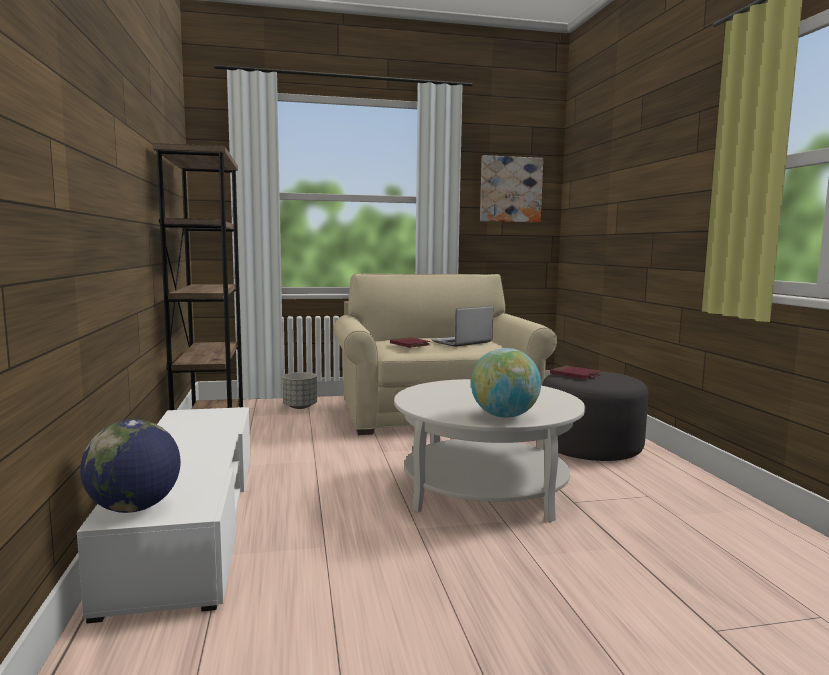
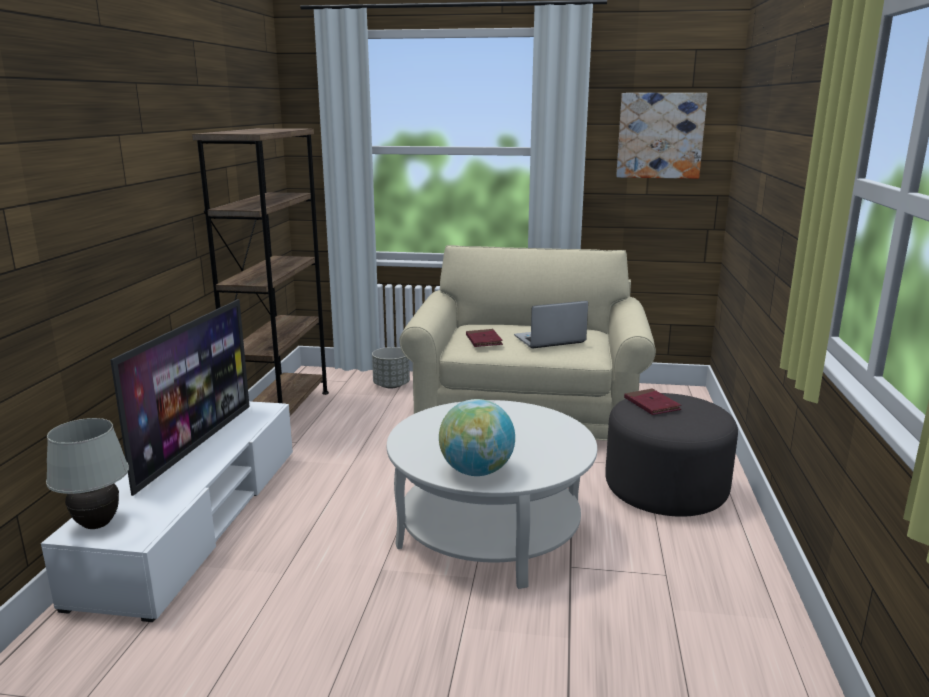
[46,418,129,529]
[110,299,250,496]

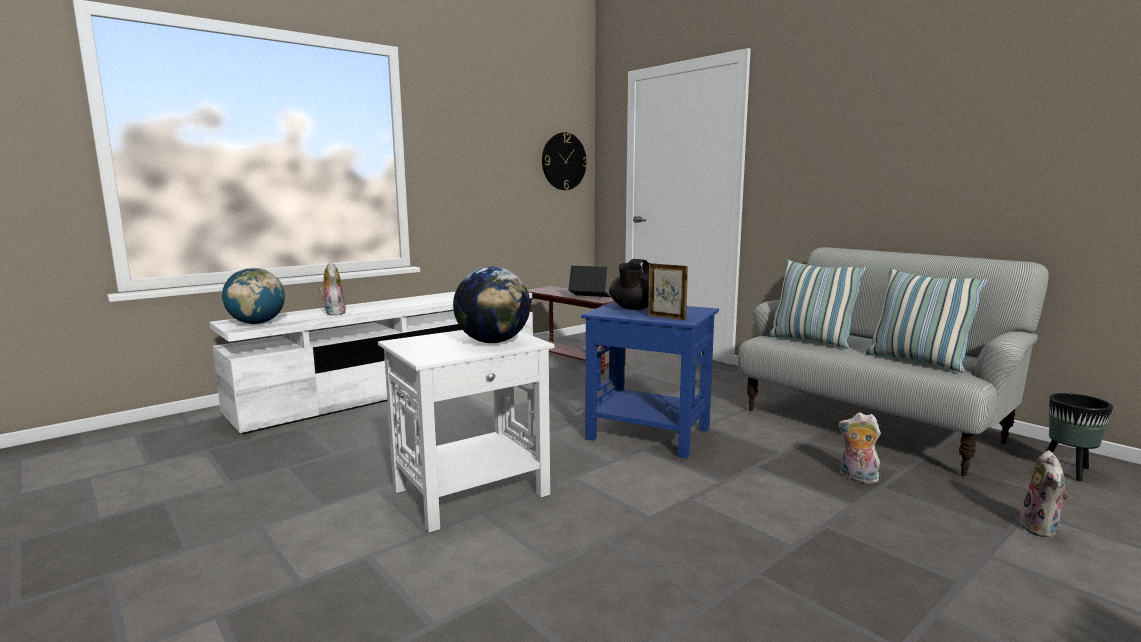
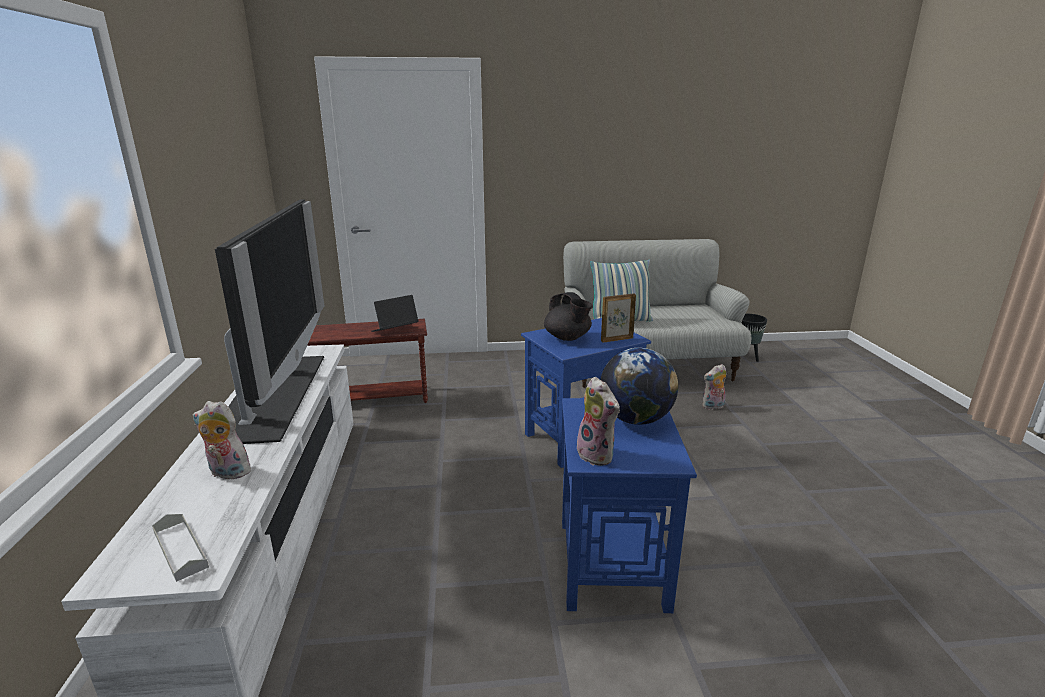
[152,514,209,582]
[562,398,697,613]
[542,132,587,190] (first image)
[866,268,988,372] (first image)
[577,377,620,465]
[215,200,324,444]

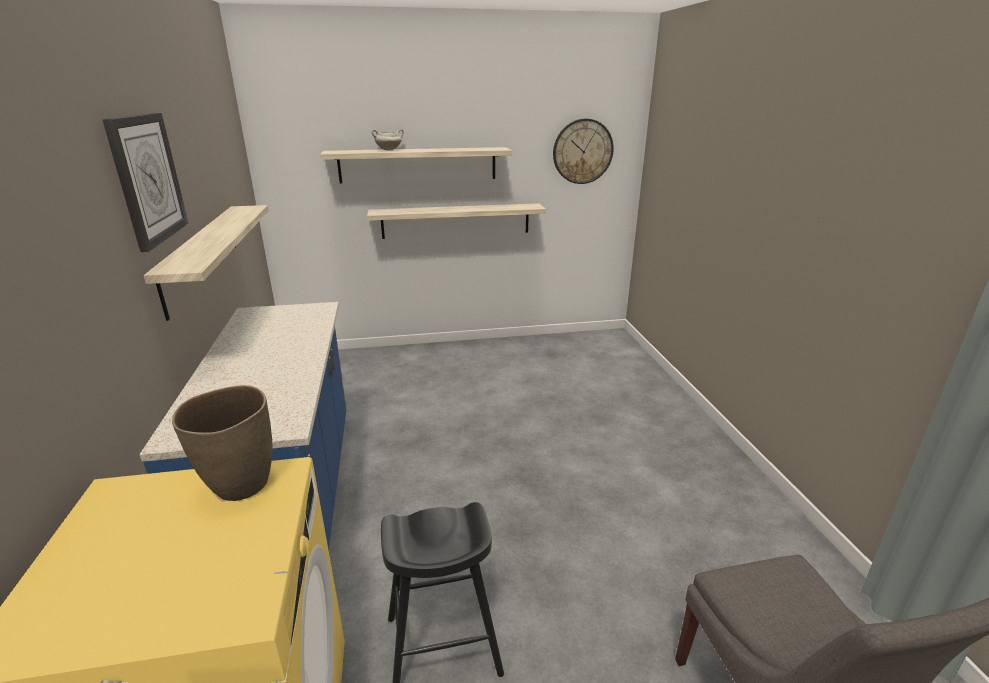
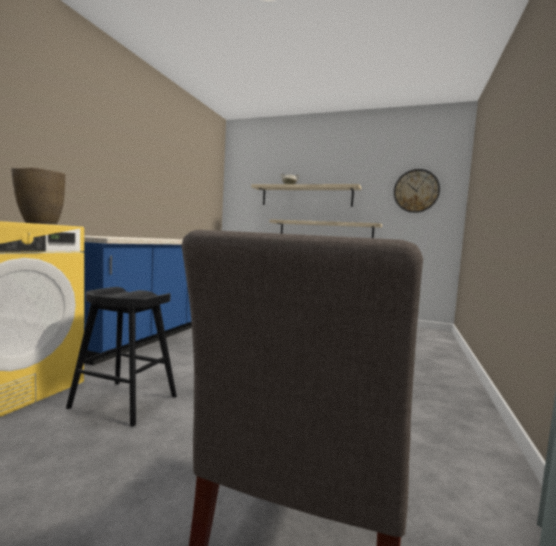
[103,113,189,252] (first image)
[144,205,269,321] (first image)

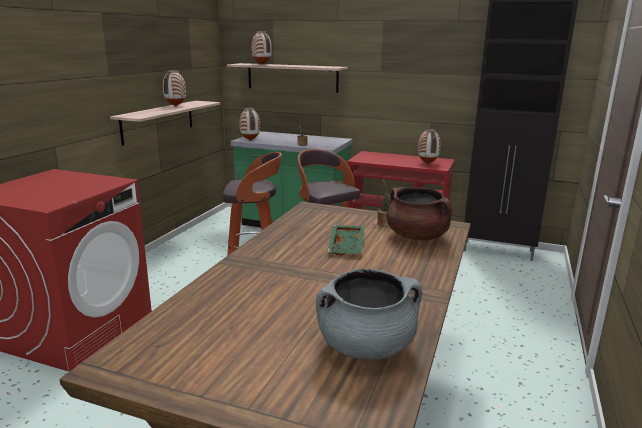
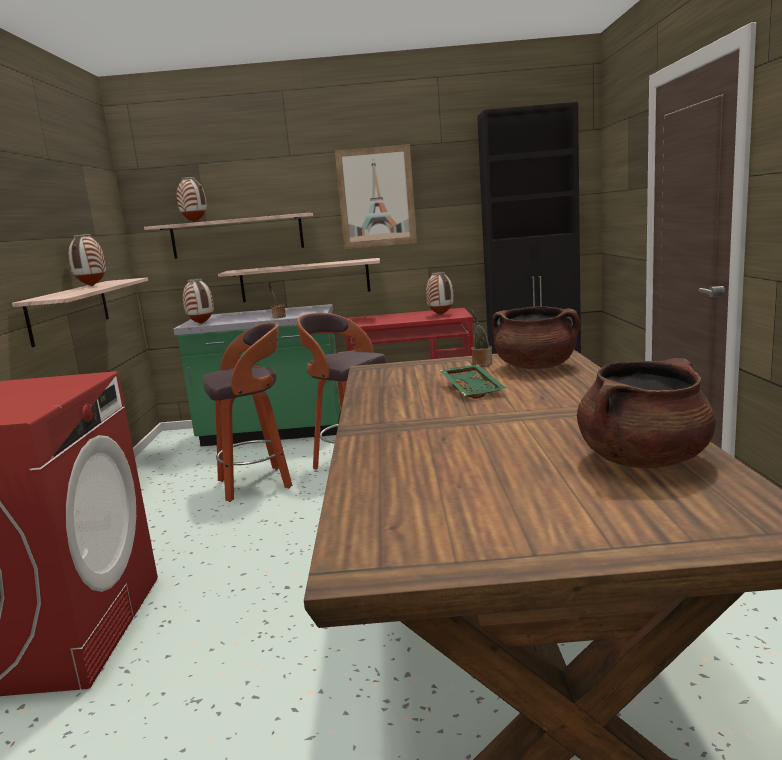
[577,358,716,468]
[218,258,380,302]
[335,144,417,249]

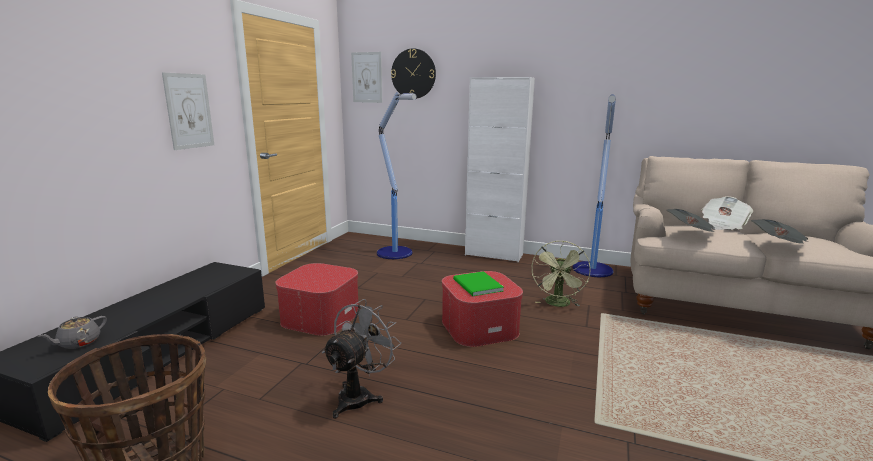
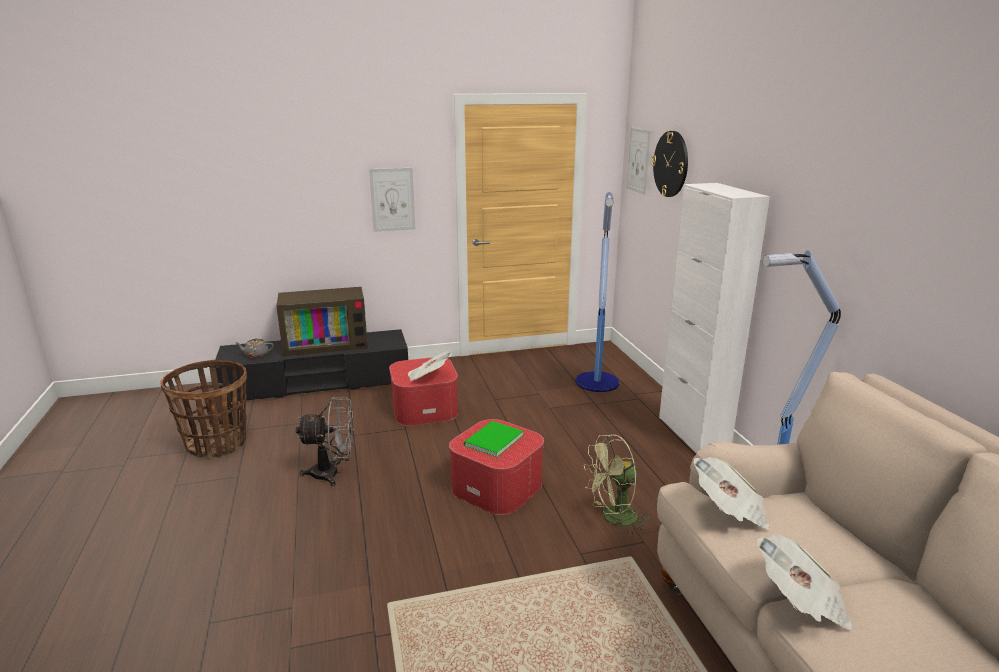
[408,351,452,381]
[276,287,368,356]

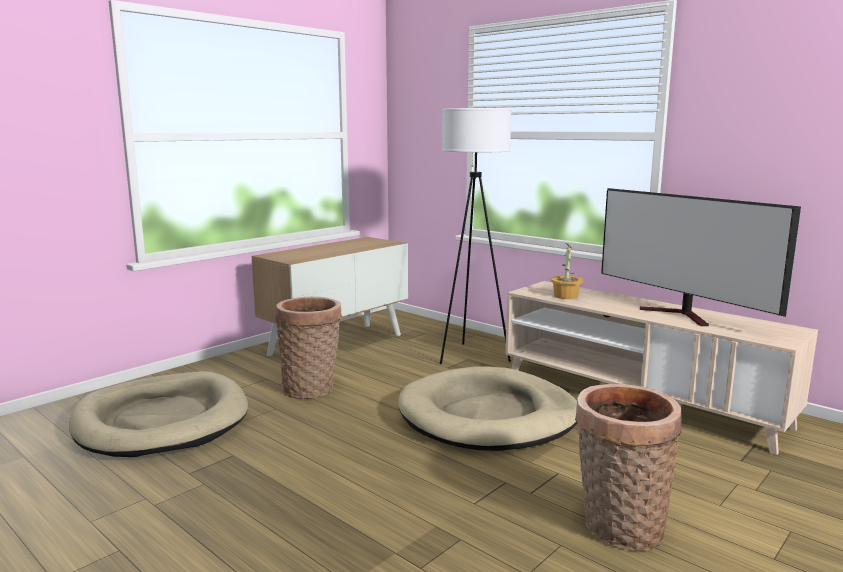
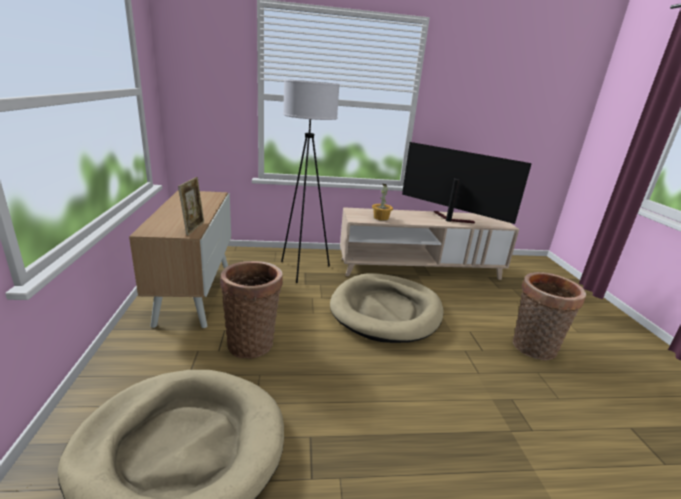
[402,142,532,224]
[178,177,204,236]

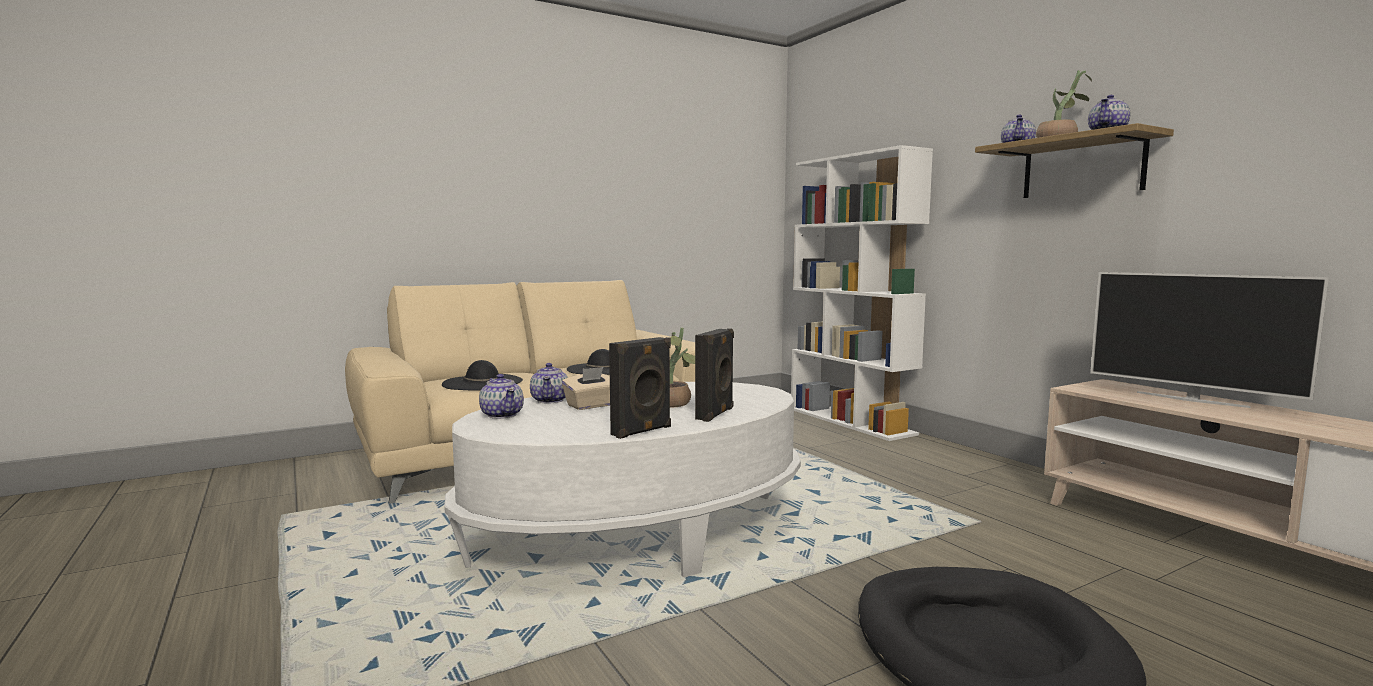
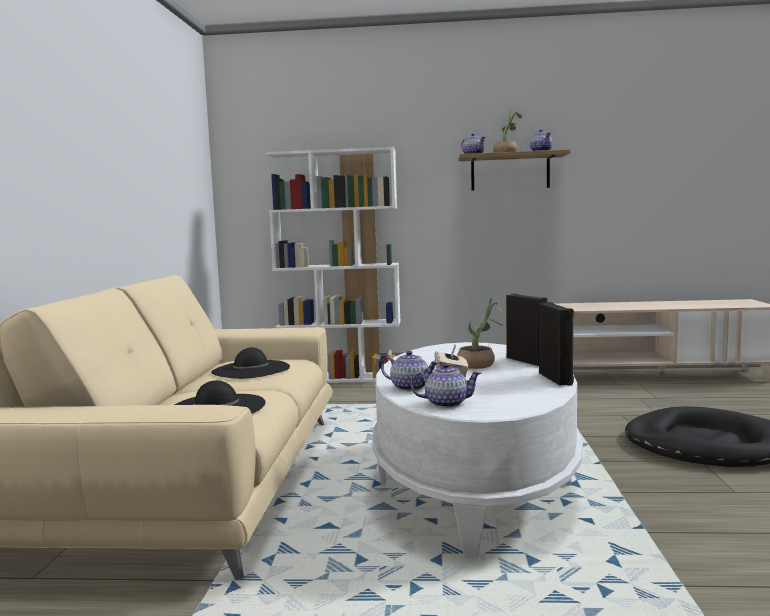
[1090,272,1329,408] (first image)

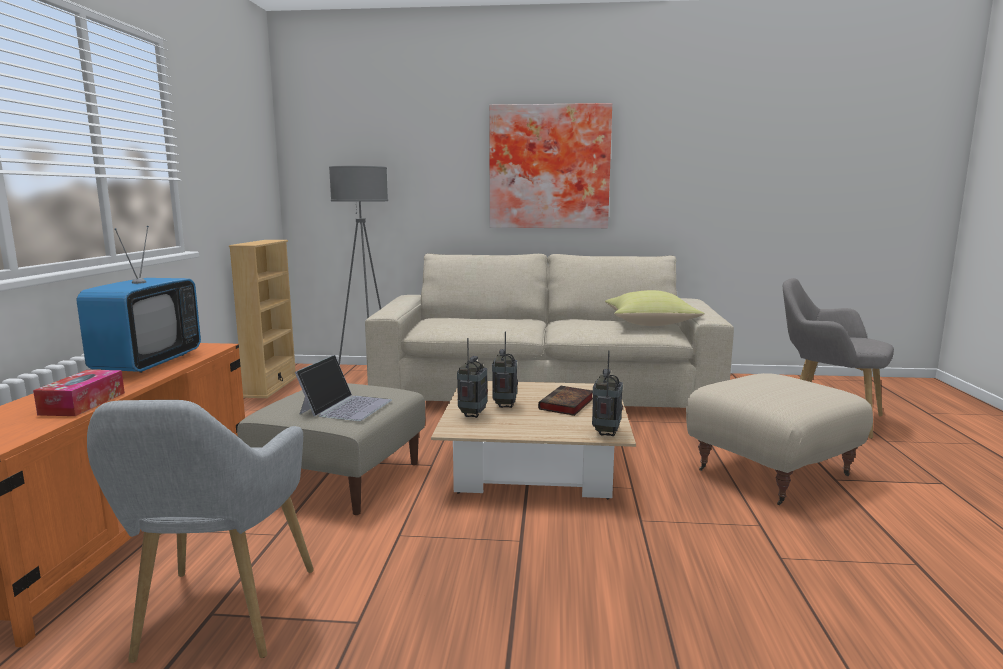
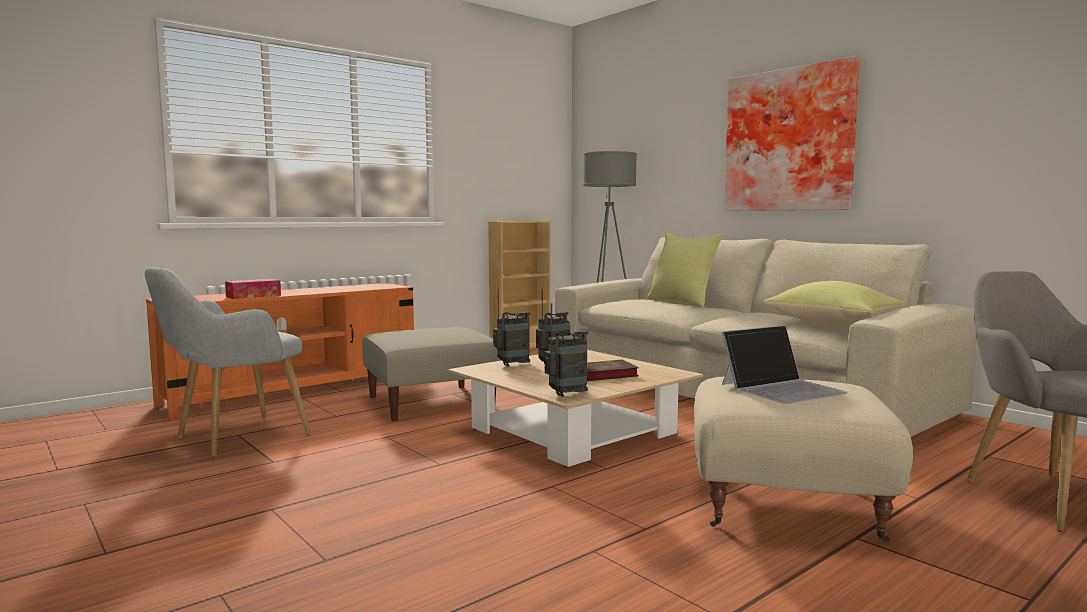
[76,226,201,373] (first image)
[722,325,848,404]
[647,232,723,308]

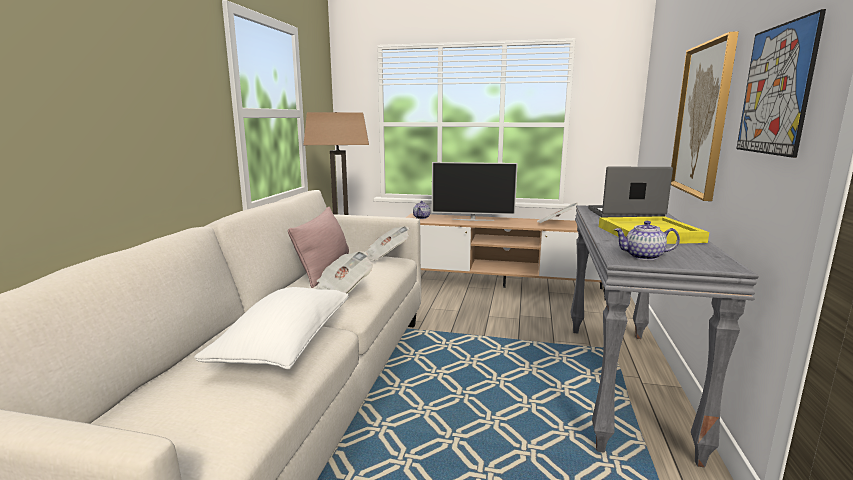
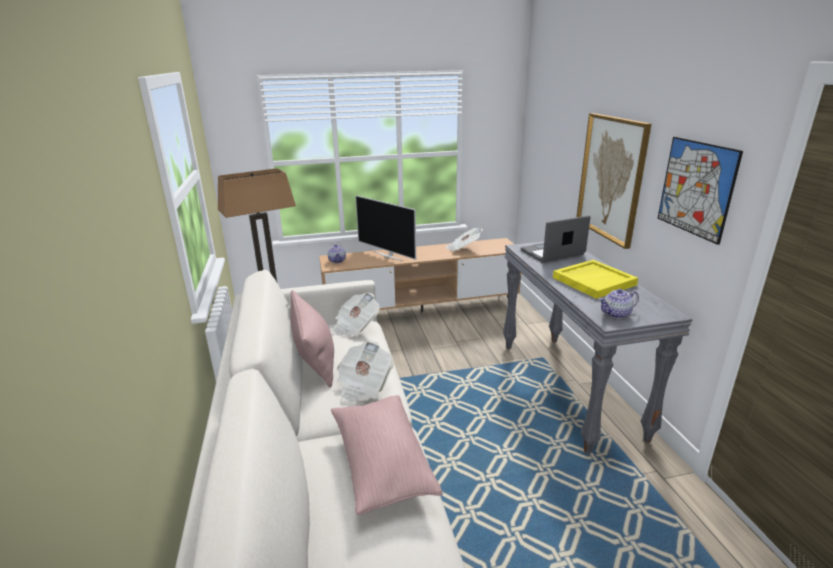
[331,395,443,515]
[355,195,416,261]

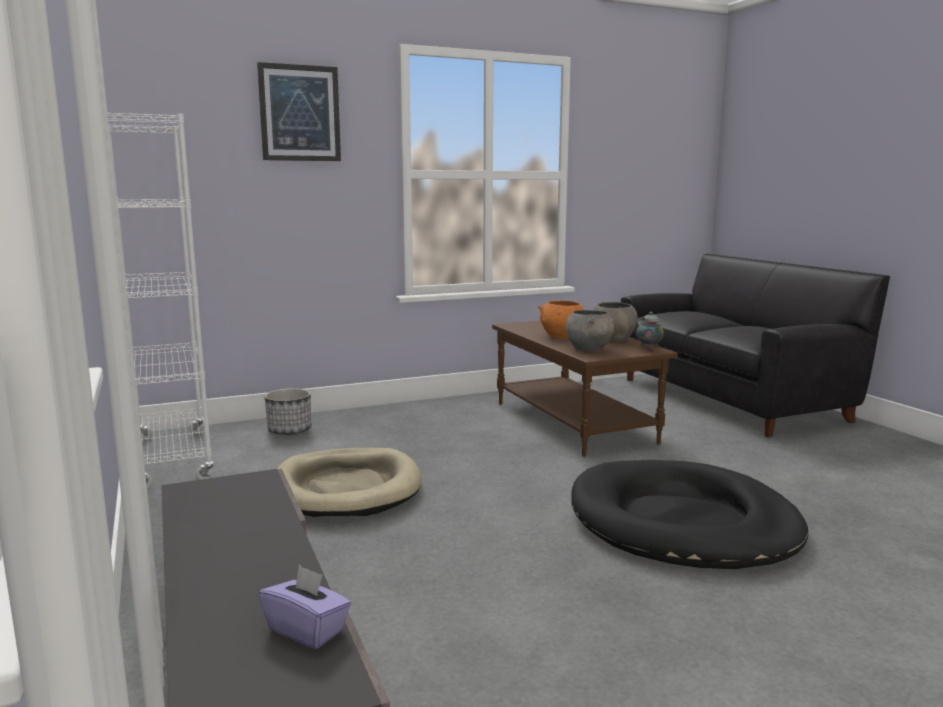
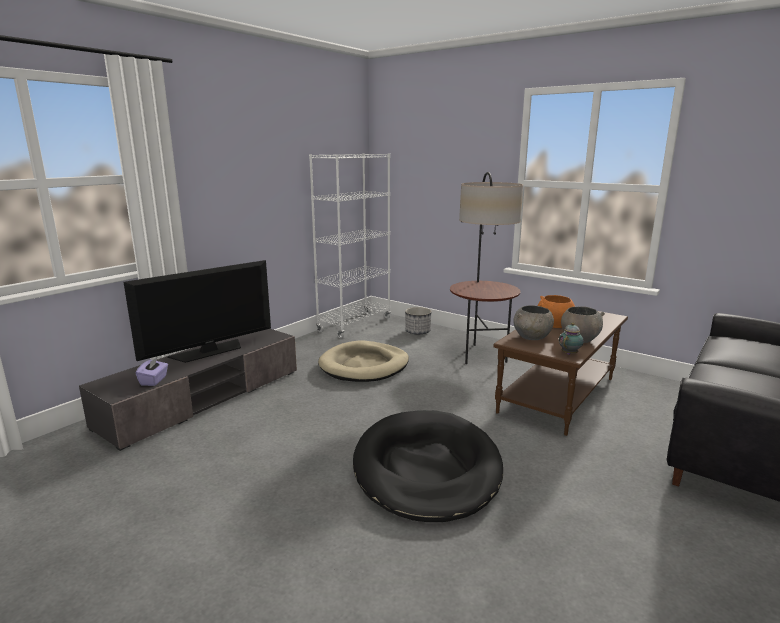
[257,62,341,161] (first image)
[123,260,271,363]
[450,172,523,364]

